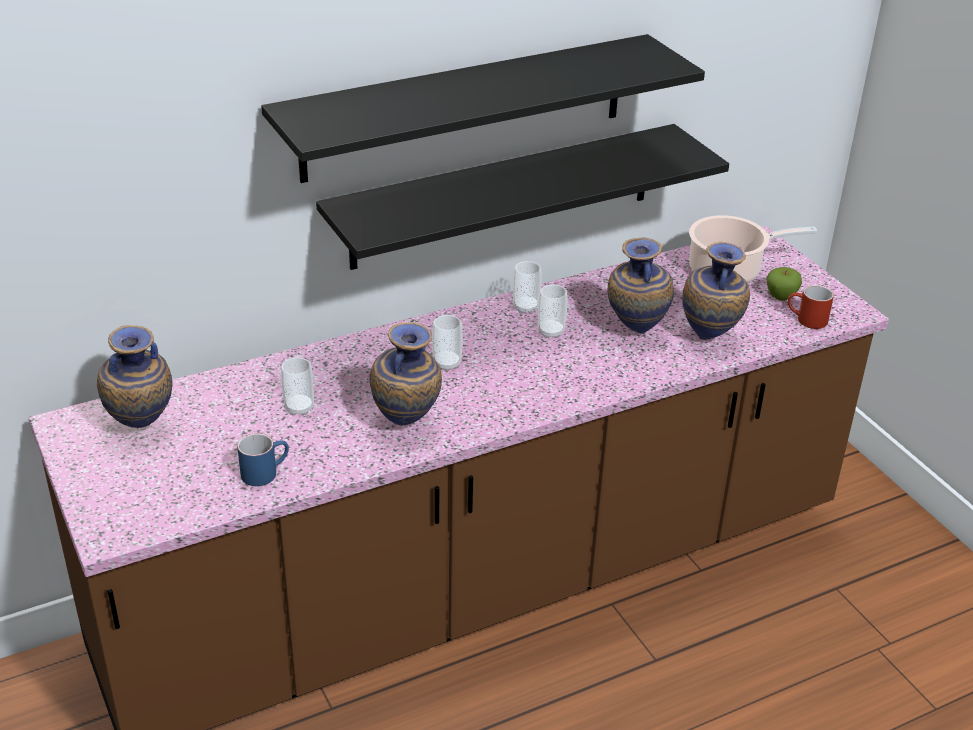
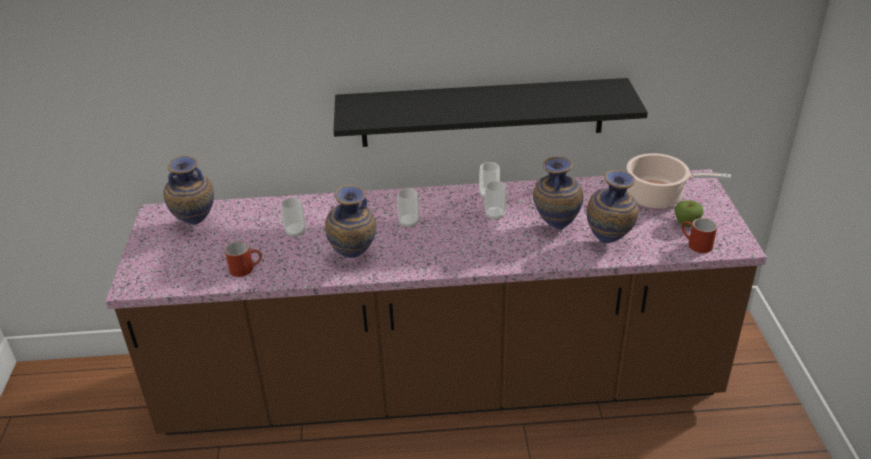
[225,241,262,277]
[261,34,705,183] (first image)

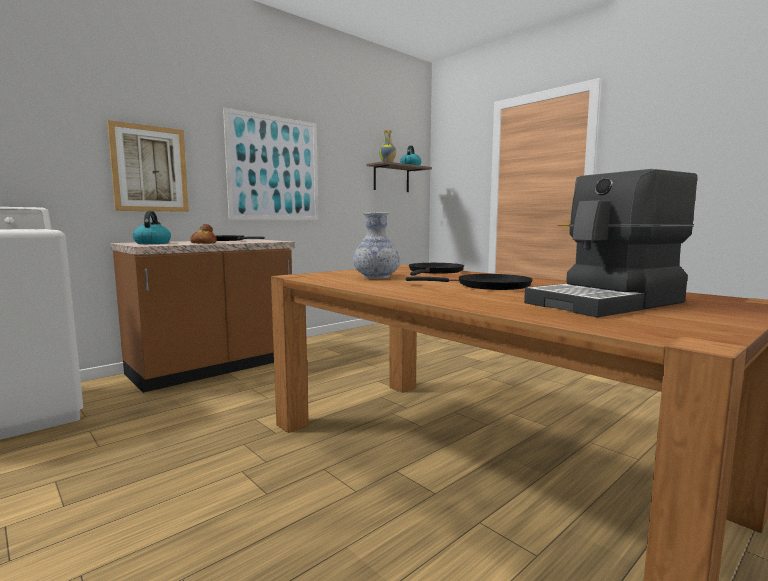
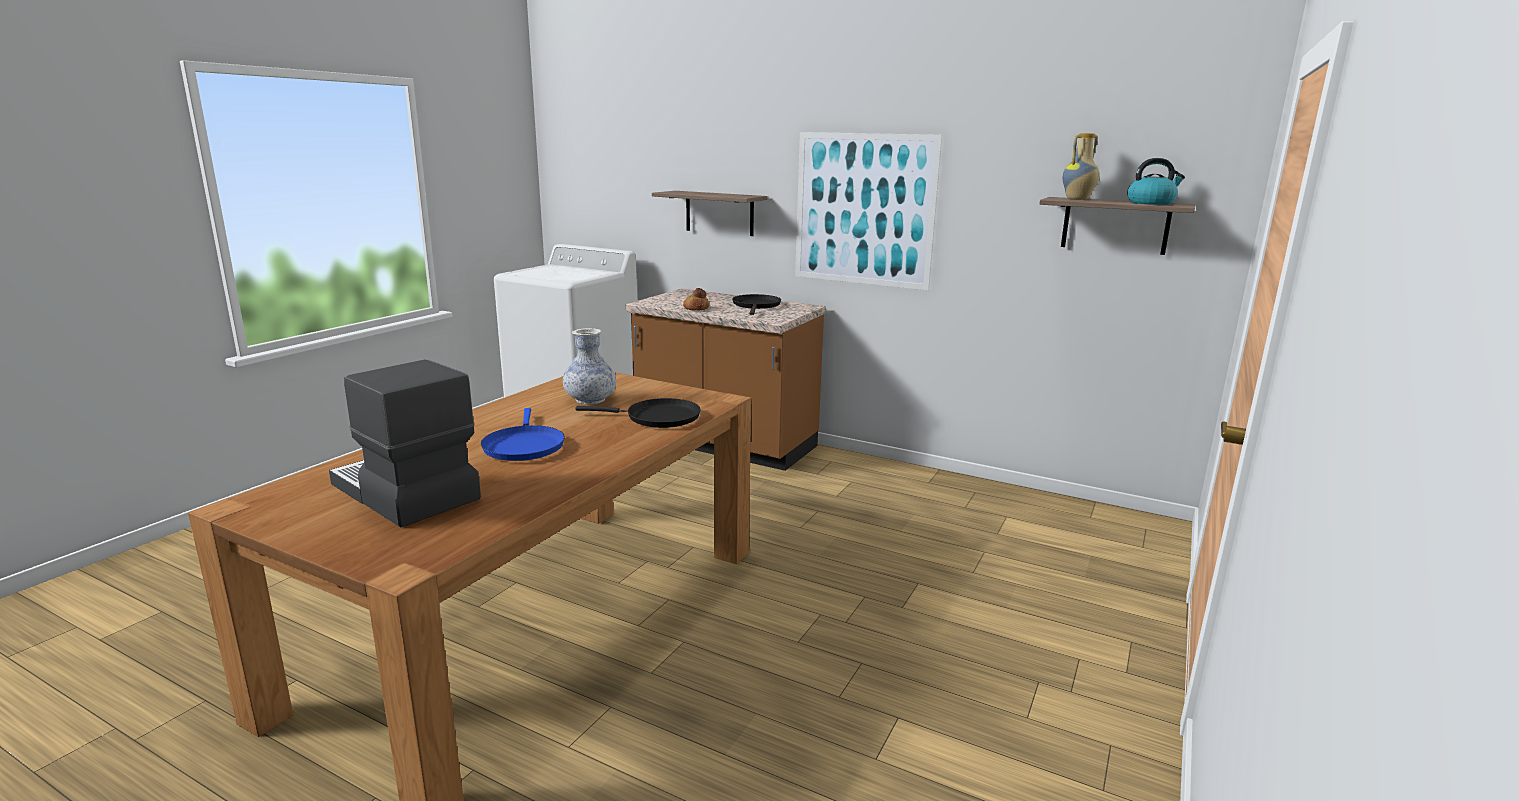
[652,191,767,236]
[133,211,171,244] (first image)
[481,408,565,461]

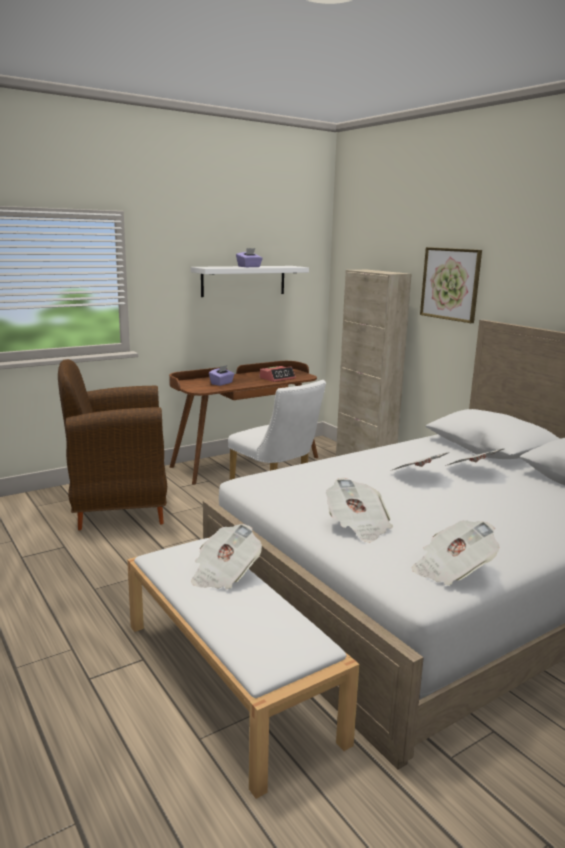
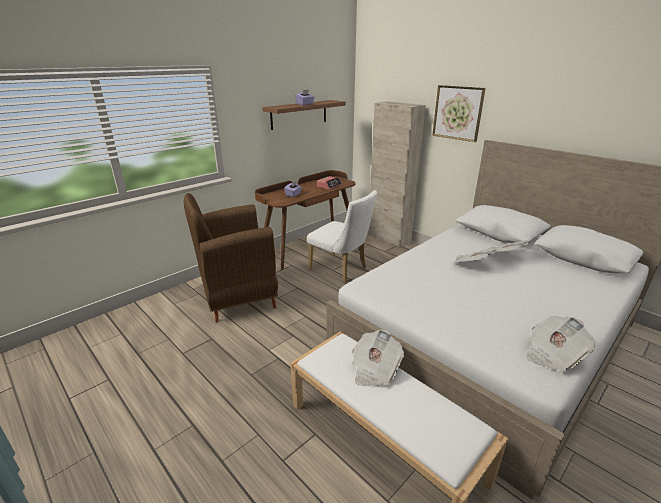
[263,100,346,130]
[326,478,393,543] (first image)

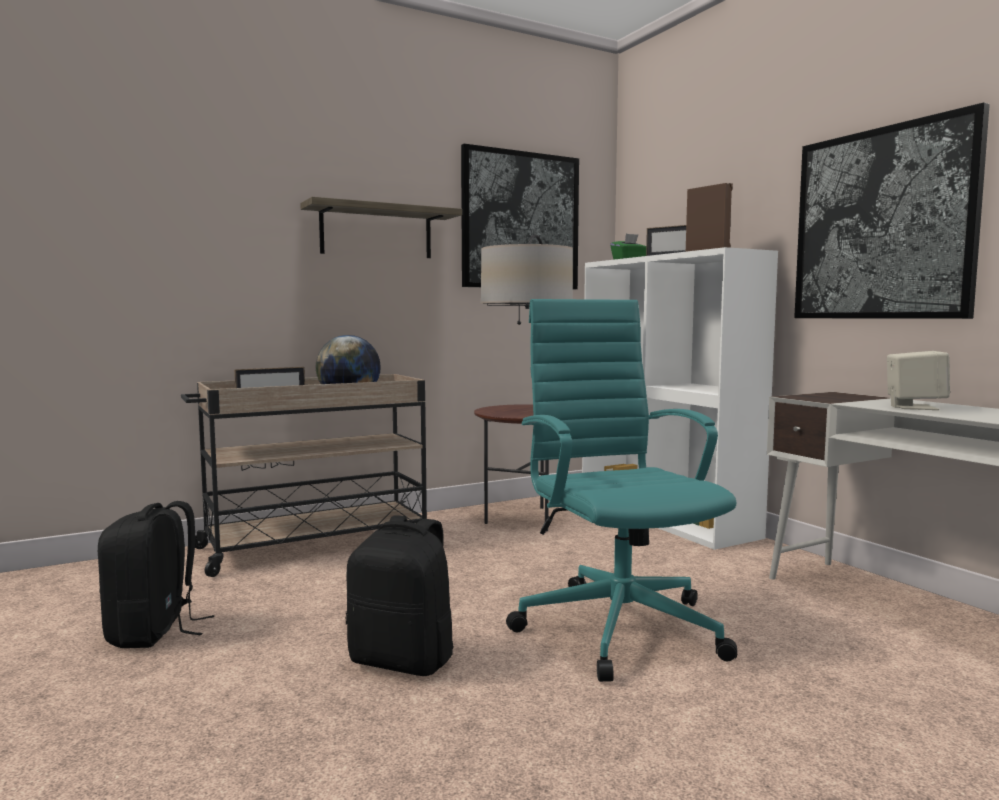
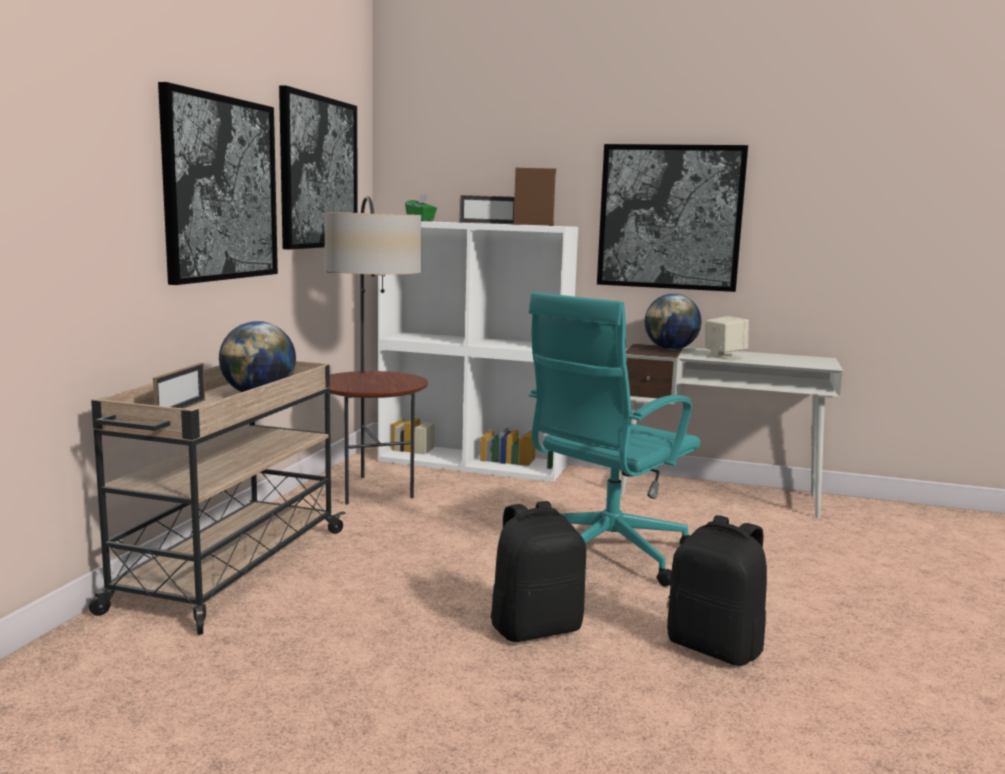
[667,515,767,666]
[158,82,278,285]
[529,292,701,587]
[645,294,701,350]

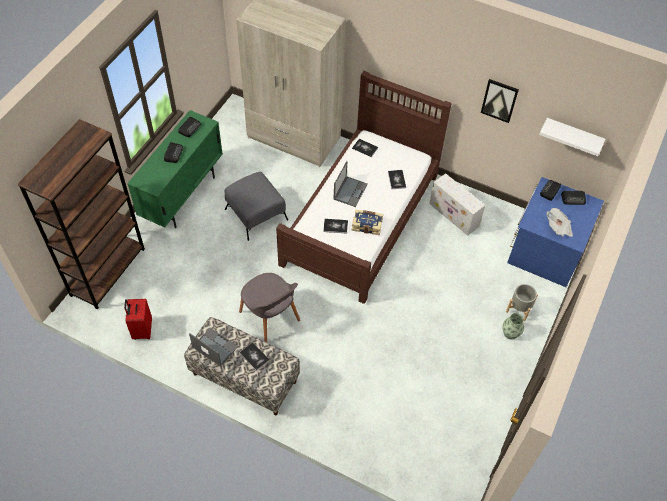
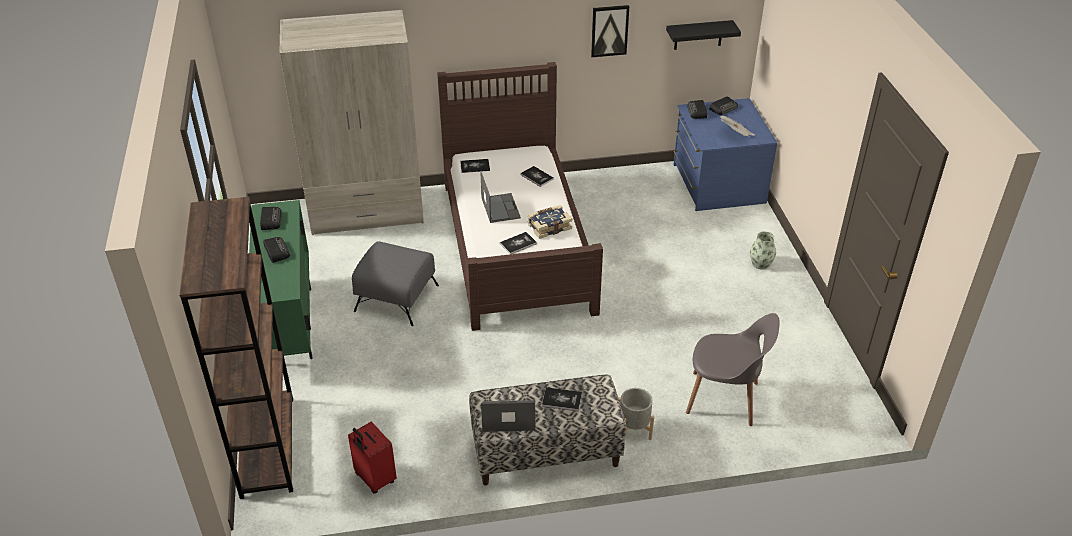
[686,313,780,426]
[429,173,485,236] (first image)
[618,388,654,440]
[666,20,741,50]

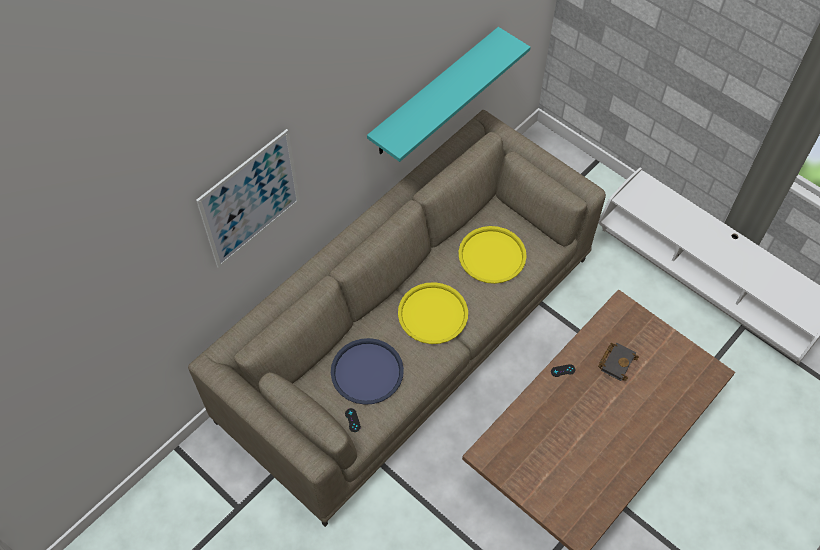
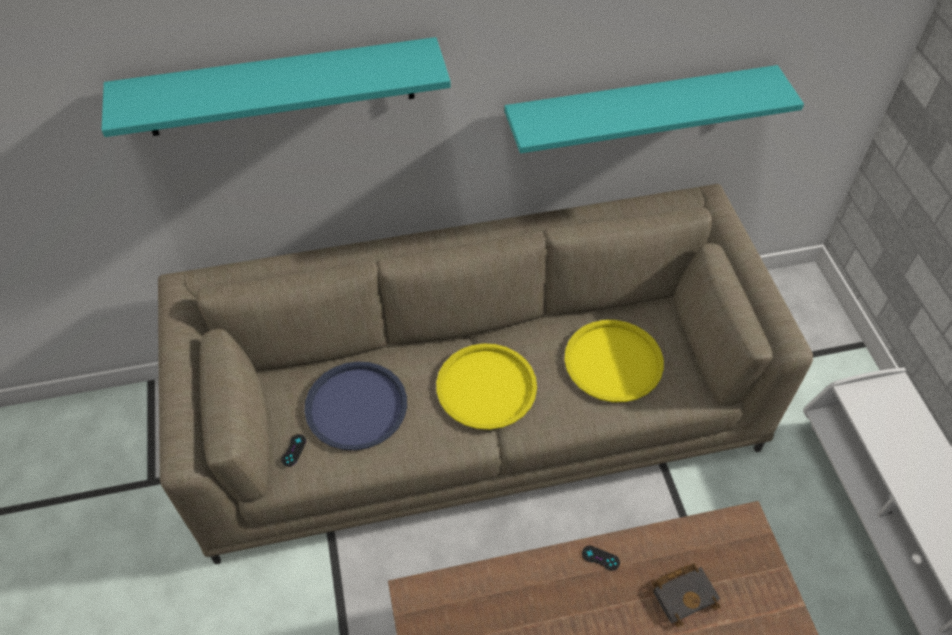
[101,37,451,137]

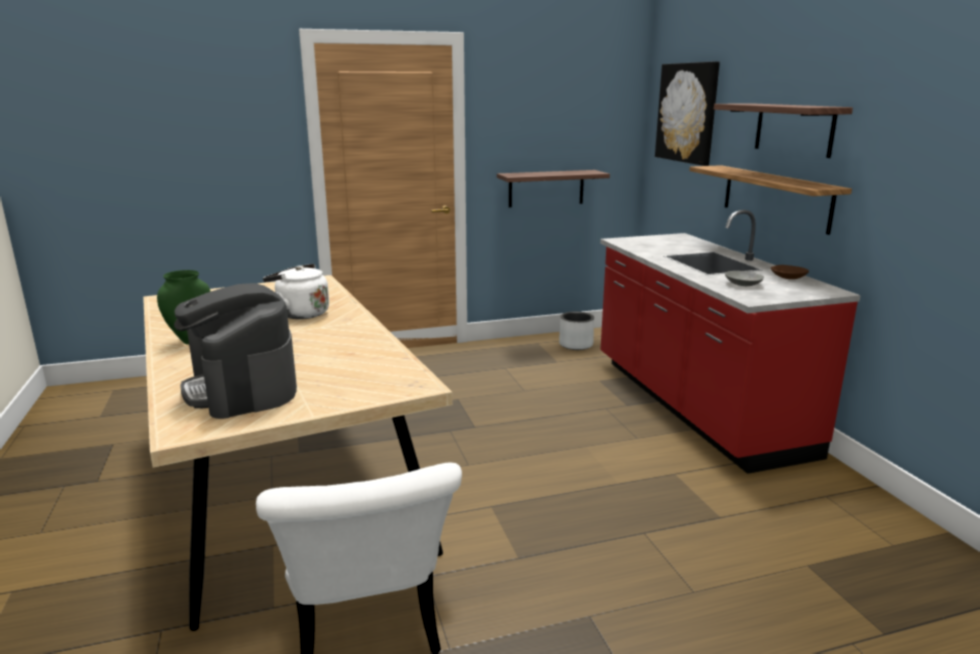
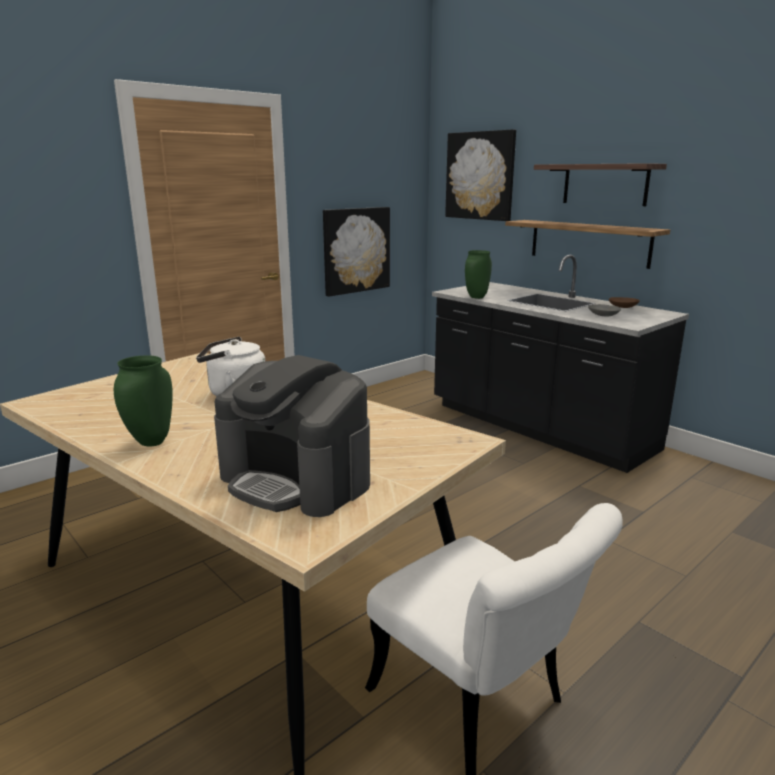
[323,207,390,297]
[559,311,594,350] (first image)
[432,255,689,473]
[465,250,492,299]

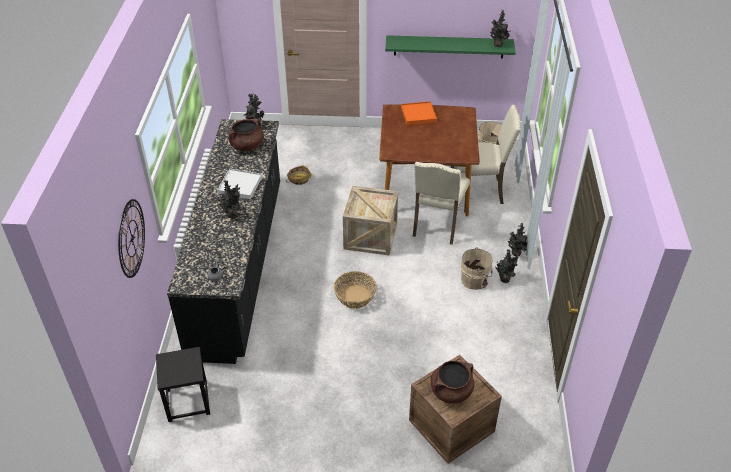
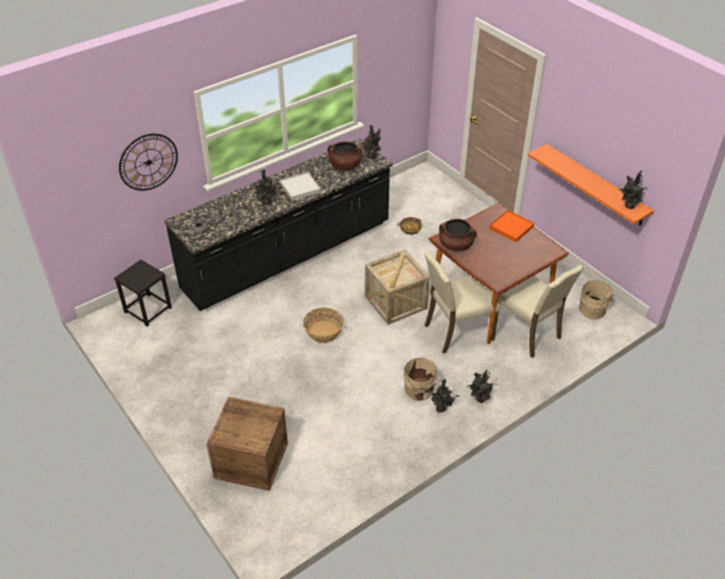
[527,144,654,226]
[439,219,477,251]

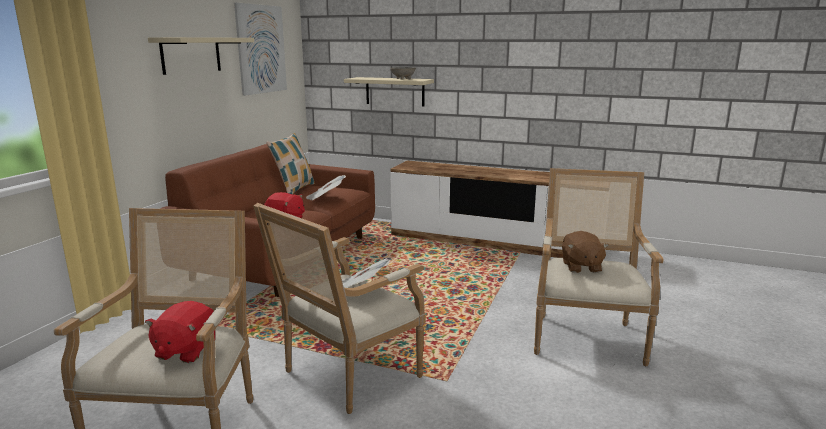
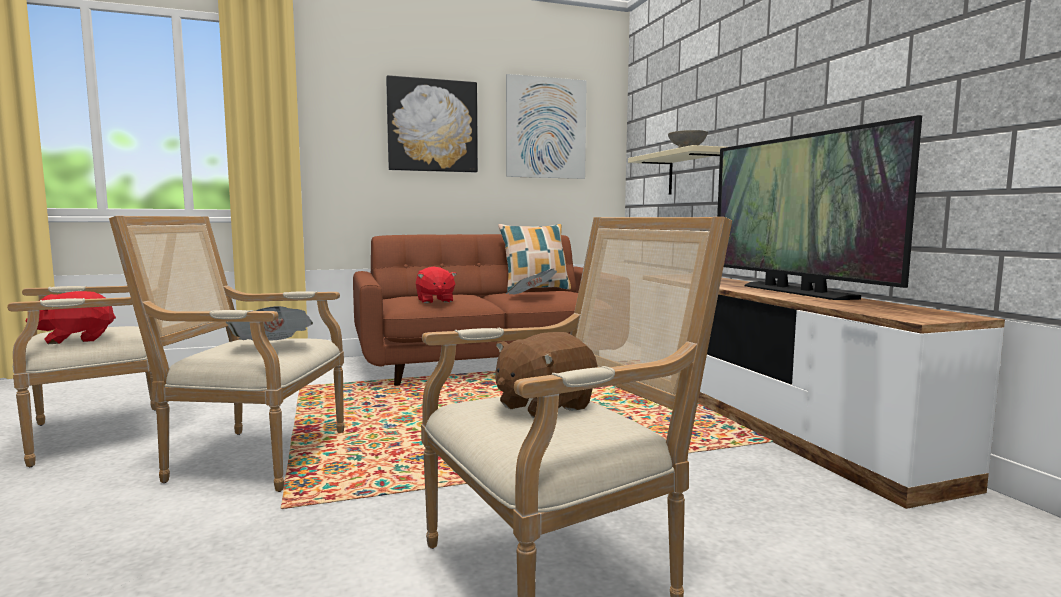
[386,75,478,173]
[717,115,922,300]

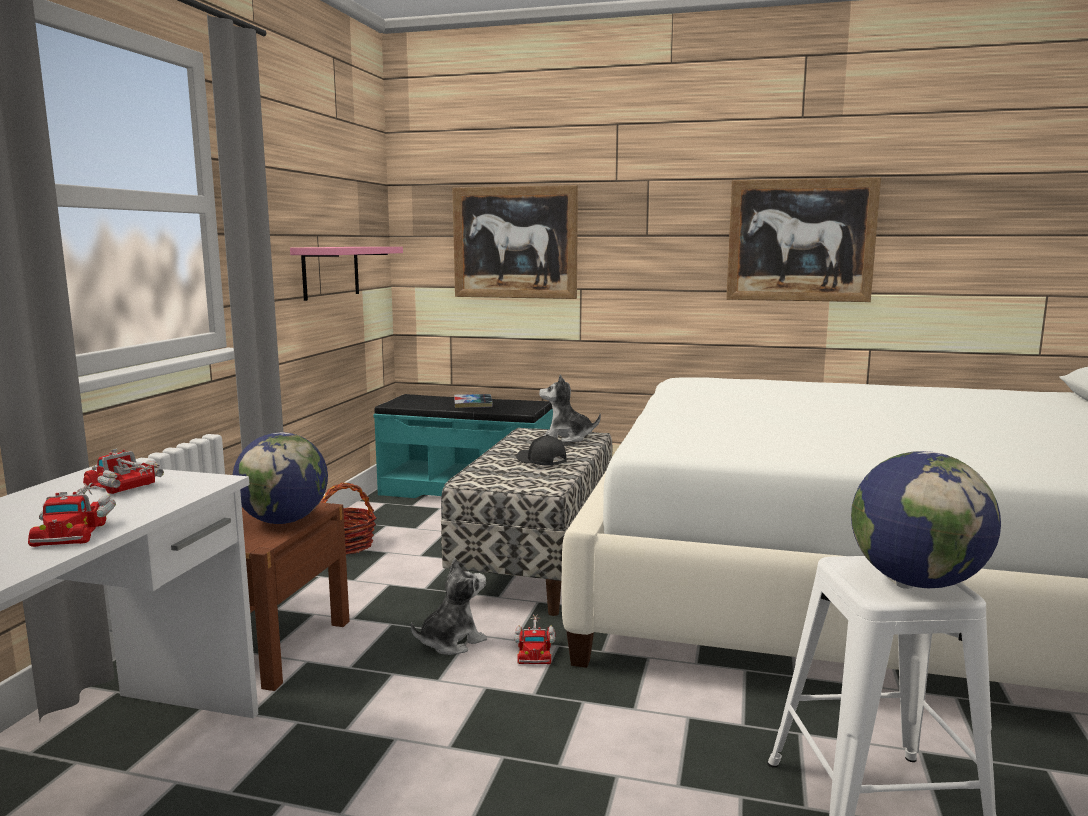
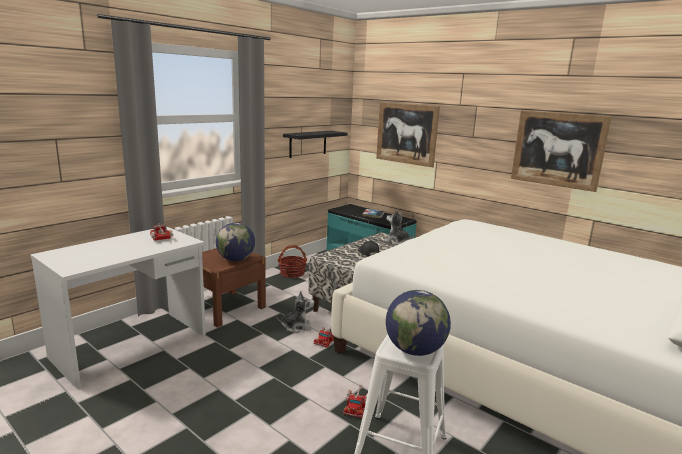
[343,385,368,418]
[283,131,347,158]

